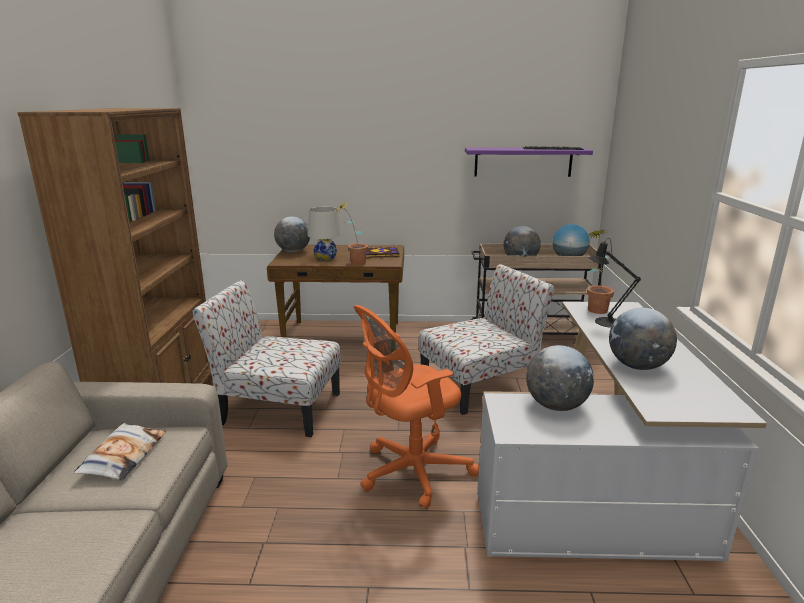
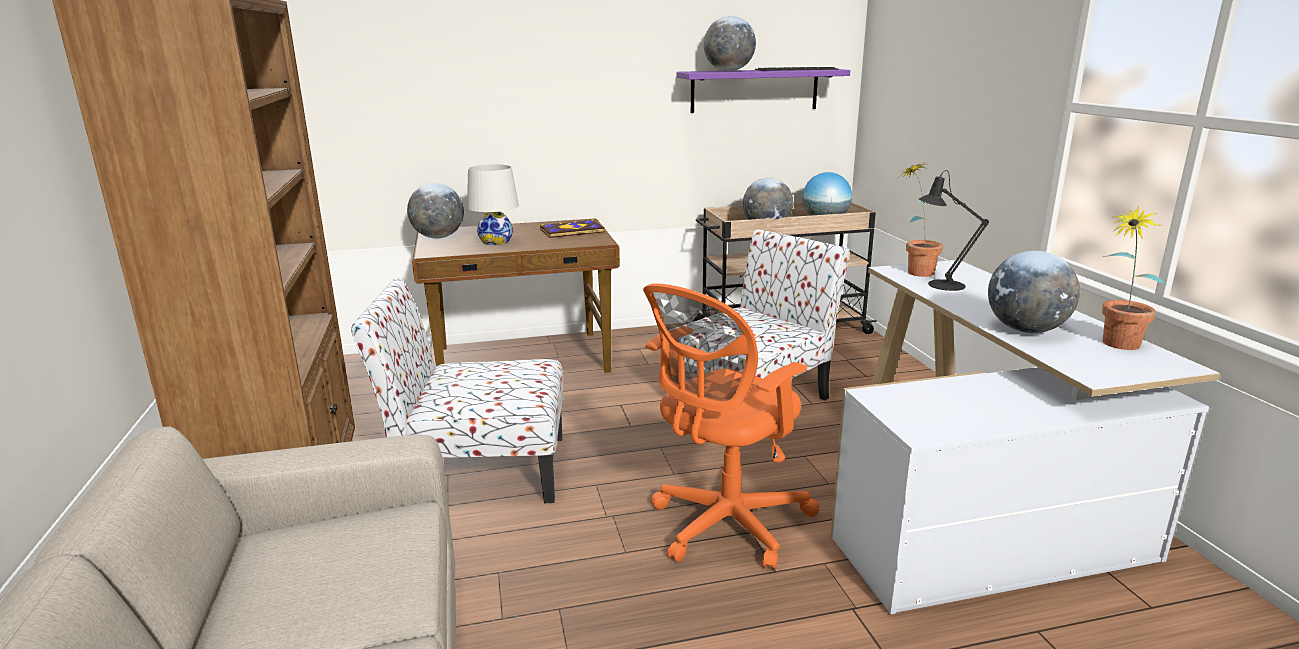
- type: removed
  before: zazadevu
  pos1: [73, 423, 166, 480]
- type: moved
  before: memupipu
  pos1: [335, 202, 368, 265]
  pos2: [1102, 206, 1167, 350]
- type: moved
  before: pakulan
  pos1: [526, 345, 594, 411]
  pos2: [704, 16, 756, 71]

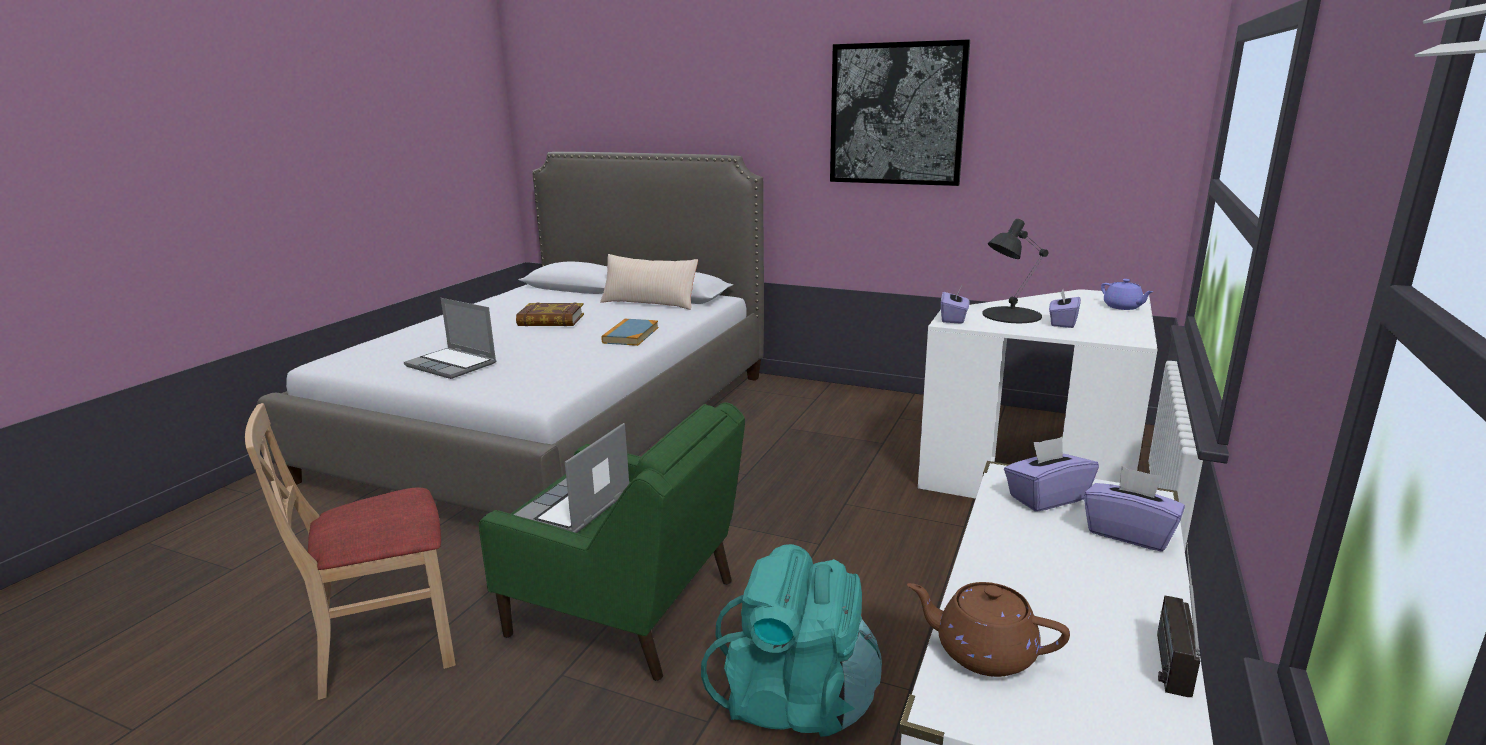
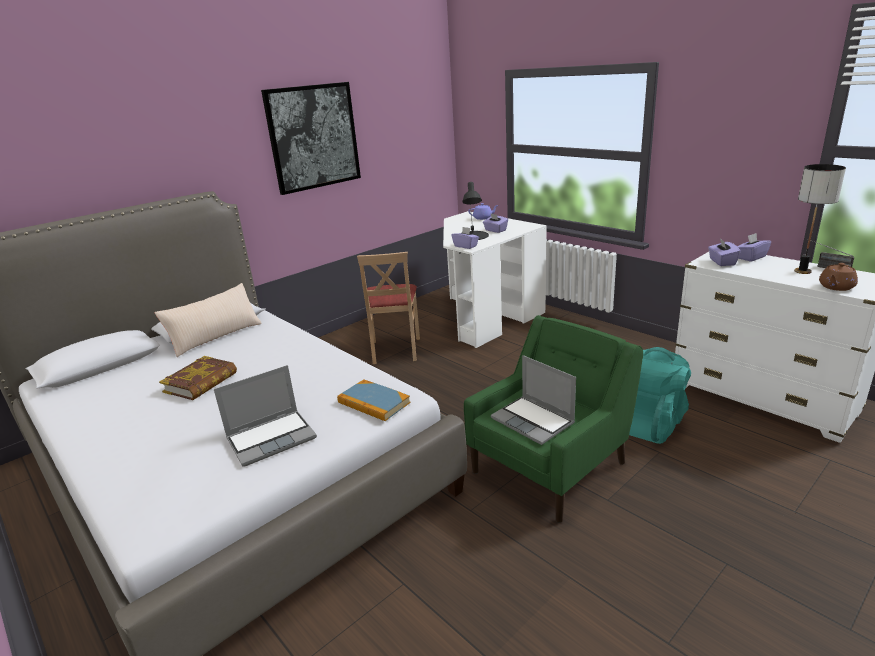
- type: added
  after: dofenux
  pos2: [794, 164, 846, 274]
- type: moved
  before: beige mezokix
  pos1: [245, 403, 456, 700]
  pos2: [357, 252, 420, 364]
- type: moved
  before: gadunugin
  pos1: [601, 319, 658, 346]
  pos2: [337, 380, 411, 421]

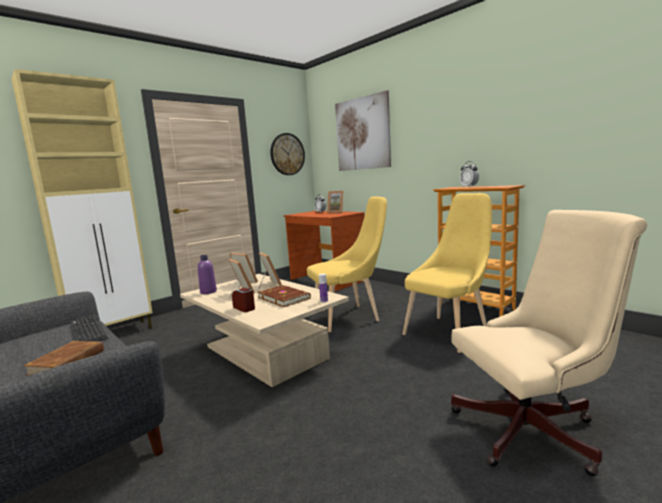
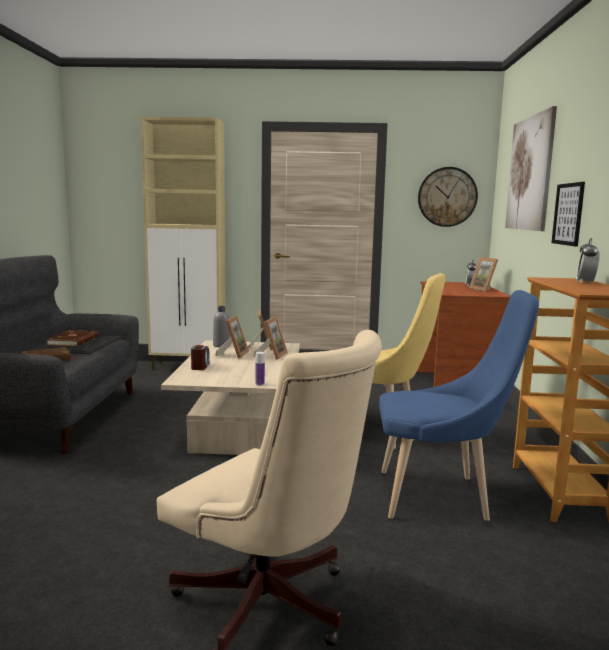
- type: added
  after: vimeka
  pos2: [551, 182, 585, 247]
- type: moved
  before: brown gadunugin
  pos1: [258, 285, 311, 307]
  pos2: [46, 330, 98, 347]
- type: recoloured
  before: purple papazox
  after: grey papazox
  pos1: [198, 255, 217, 294]
  pos2: [213, 306, 230, 347]
- type: recoloured
  before: yellow mezokix
  after: blue mezokix
  pos1: [402, 193, 492, 353]
  pos2: [379, 290, 539, 521]

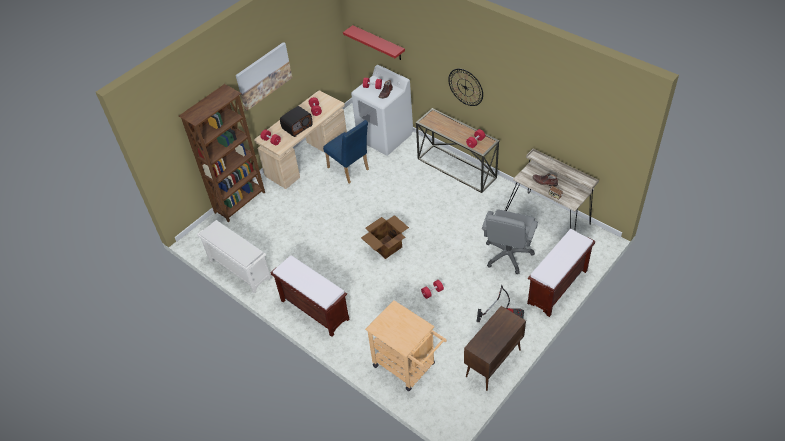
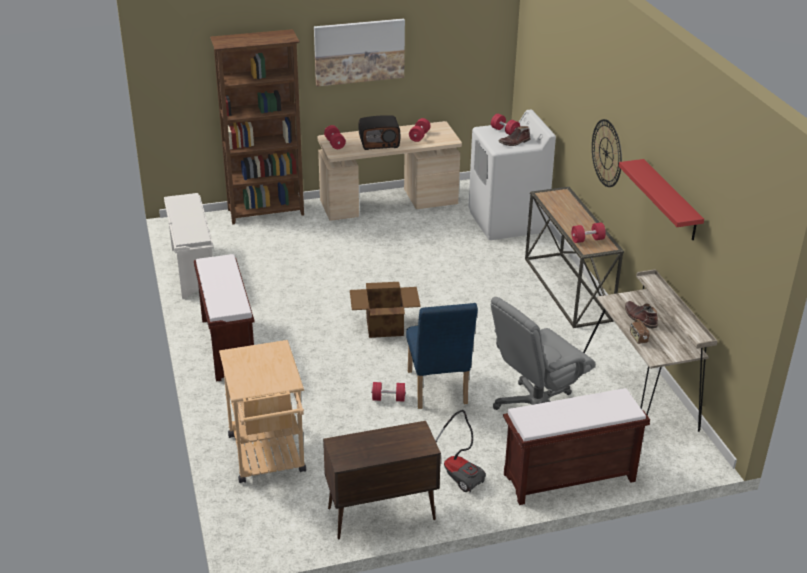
- type: moved
  before: blue mezokix
  pos1: [323, 120, 369, 183]
  pos2: [406, 303, 478, 409]
- type: moved
  before: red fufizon
  pos1: [343, 25, 405, 60]
  pos2: [619, 159, 704, 240]

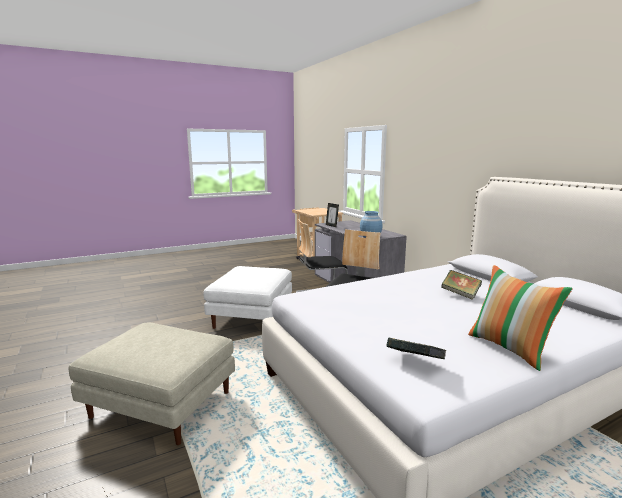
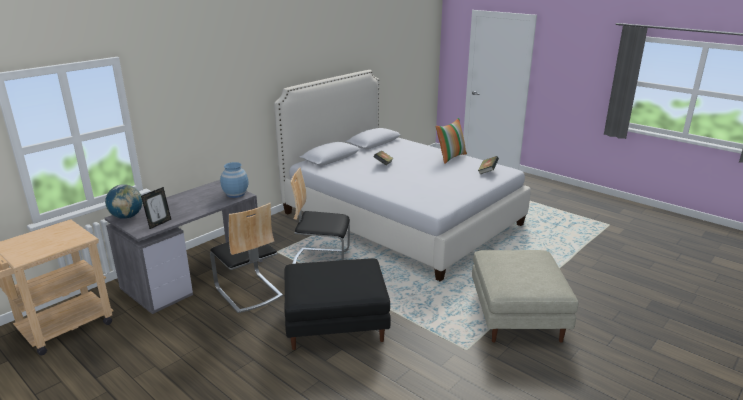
- type: added
  after: pakulan
  pos2: [105, 184, 143, 219]
- type: recoloured
  before: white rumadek
  after: black rumadek
  pos1: [203, 266, 292, 329]
  pos2: [284, 258, 391, 350]

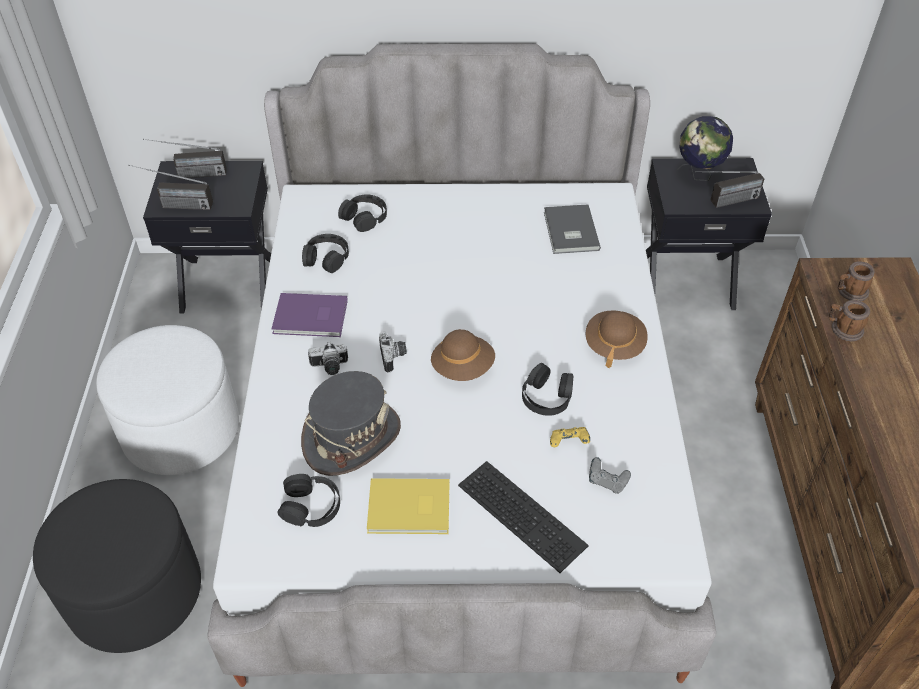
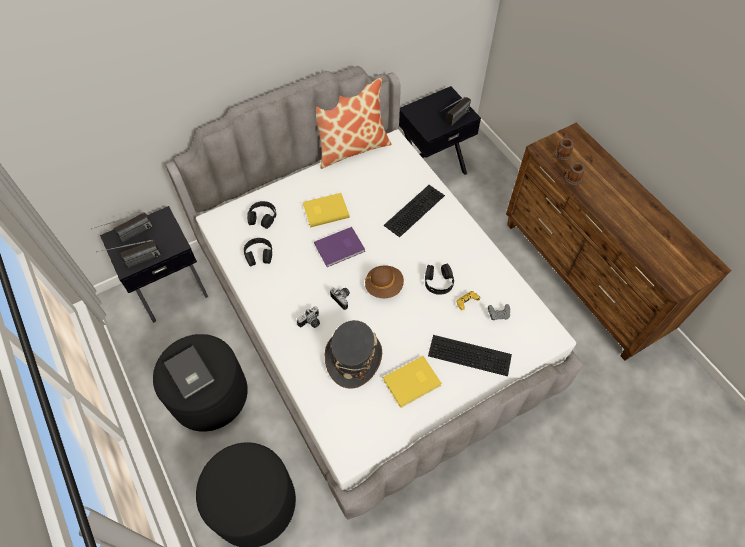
- type: removed
  before: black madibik
  pos1: [277, 474, 340, 527]
- type: removed
  before: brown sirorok
  pos1: [586, 310, 648, 368]
- type: removed
  before: pakulan
  pos1: [678, 116, 733, 181]
- type: added
  after: yellow gadunugin
  pos2: [303, 193, 350, 228]
- type: added
  after: zazadevu
  pos2: [316, 78, 391, 169]
- type: added
  after: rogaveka
  pos2: [384, 185, 445, 237]
- type: moved
  before: purple gadunugin
  pos1: [272, 293, 348, 337]
  pos2: [314, 227, 365, 267]
- type: moved
  before: grey gadunugin
  pos1: [544, 204, 601, 254]
  pos2: [164, 346, 215, 399]
- type: recoloured
  before: white rumadek
  after: black rumadek
  pos1: [96, 325, 239, 475]
  pos2: [153, 334, 248, 432]

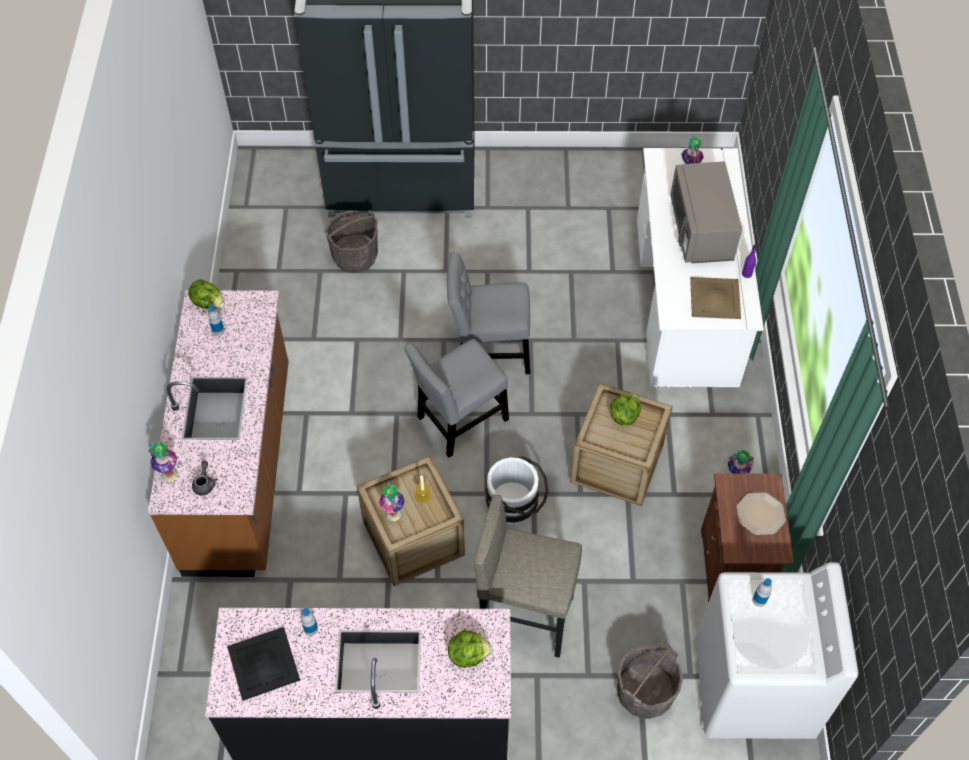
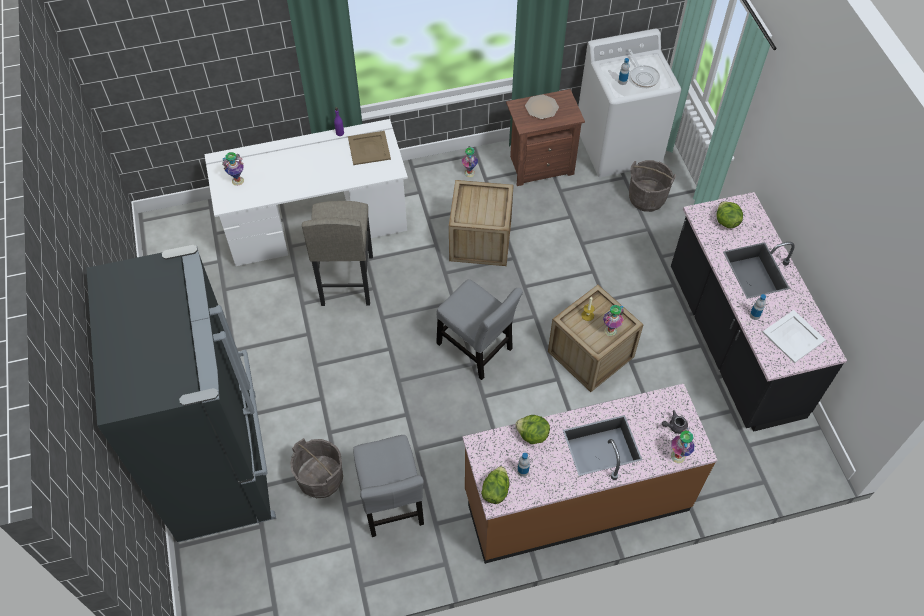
- type: removed
  before: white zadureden
  pos1: [486, 456, 549, 525]
- type: removed
  before: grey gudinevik
  pos1: [670, 161, 742, 263]
- type: added
  after: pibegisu
  pos2: [628, 49, 660, 87]
- type: moved
  before: grey mezokix
  pos1: [446, 252, 530, 374]
  pos2: [353, 435, 424, 537]
- type: moved
  before: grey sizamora
  pos1: [474, 494, 582, 657]
  pos2: [302, 201, 373, 306]
- type: moved
  before: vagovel
  pos1: [610, 394, 641, 426]
  pos2: [515, 415, 550, 444]
- type: recoloured
  before: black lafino
  after: white lafino
  pos1: [227, 627, 300, 701]
  pos2: [762, 310, 826, 363]

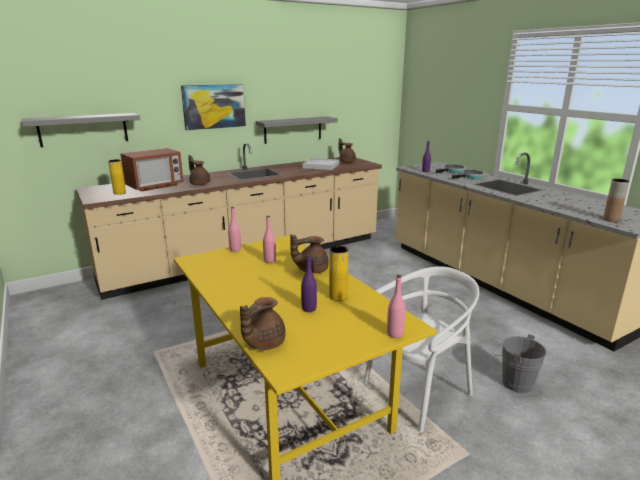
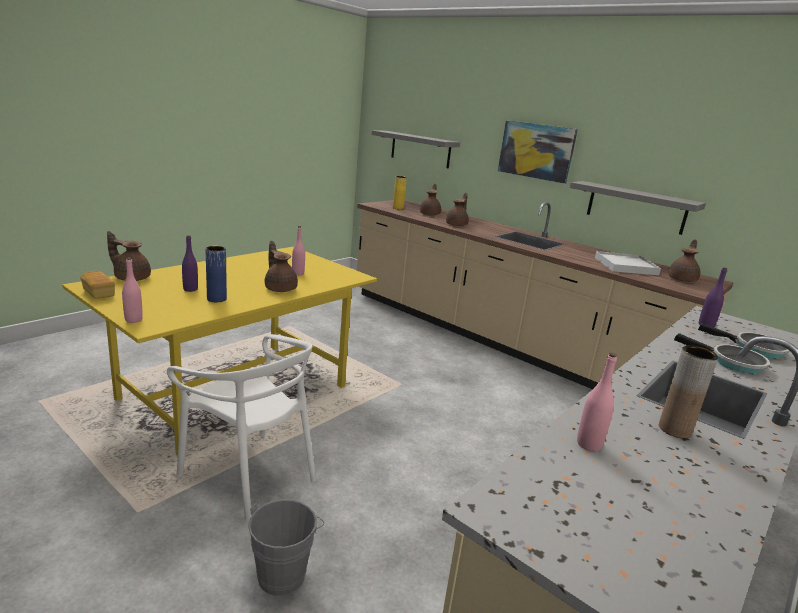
- type: added
  after: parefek
  pos2: [80, 271, 115, 299]
- type: moved
  before: pink papazox
  pos1: [228, 207, 241, 252]
  pos2: [577, 353, 617, 451]
- type: moved
  before: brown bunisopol
  pos1: [603, 179, 629, 222]
  pos2: [659, 345, 718, 438]
- type: replaced
  before: gudinevik
  after: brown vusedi
  pos1: [120, 148, 184, 192]
  pos2: [420, 184, 441, 215]
- type: recoloured
  before: yellow bunisopol
  after: blue bunisopol
  pos1: [329, 246, 349, 301]
  pos2: [205, 246, 227, 302]

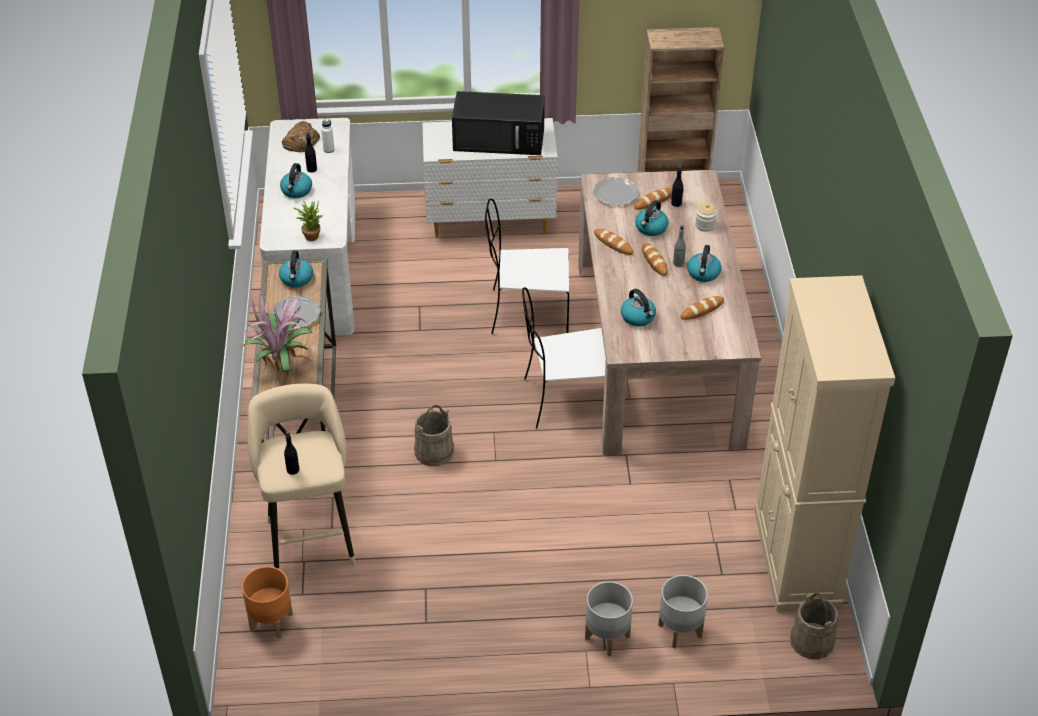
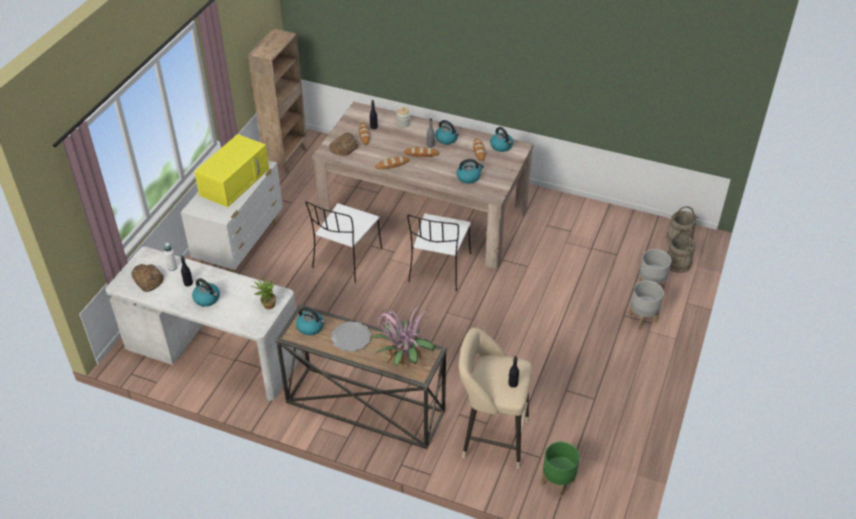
- type: removed
  before: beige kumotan
  pos1: [754, 275, 895, 612]
- type: moved
  before: beige zadureden
  pos1: [414, 405, 454, 466]
  pos2: [667, 229, 695, 273]
- type: moved
  before: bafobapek
  pos1: [635, 200, 669, 236]
  pos2: [490, 127, 513, 152]
- type: replaced
  before: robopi
  after: parefek
  pos1: [593, 177, 639, 206]
  pos2: [329, 133, 358, 156]
- type: recoloured
  before: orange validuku
  after: green validuku
  pos1: [242, 566, 293, 639]
  pos2: [541, 442, 580, 497]
- type: recoloured
  before: black gudinevik
  after: yellow gudinevik
  pos1: [452, 91, 545, 155]
  pos2: [194, 134, 269, 207]

